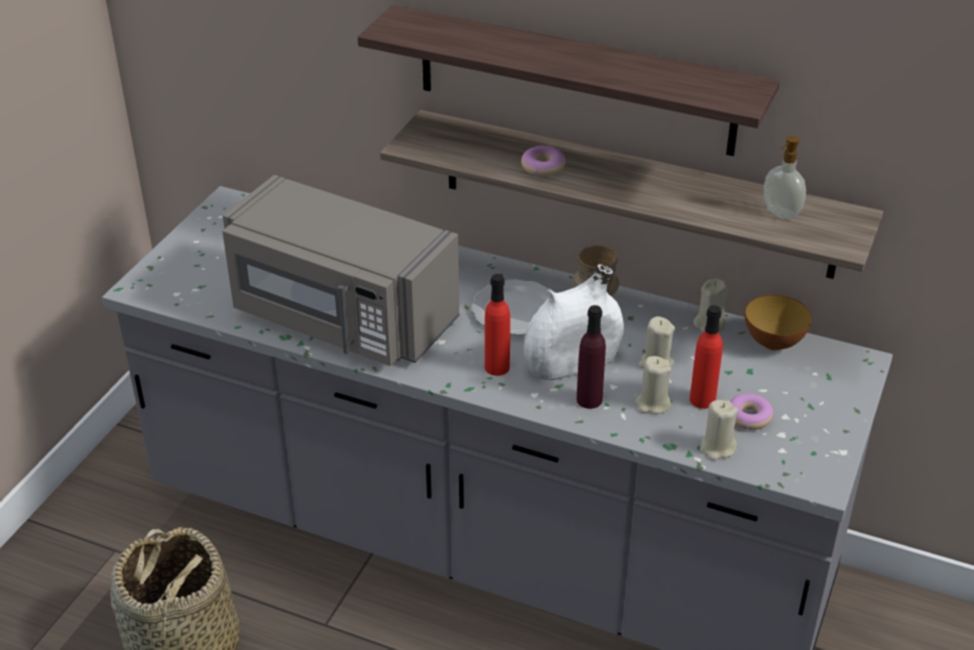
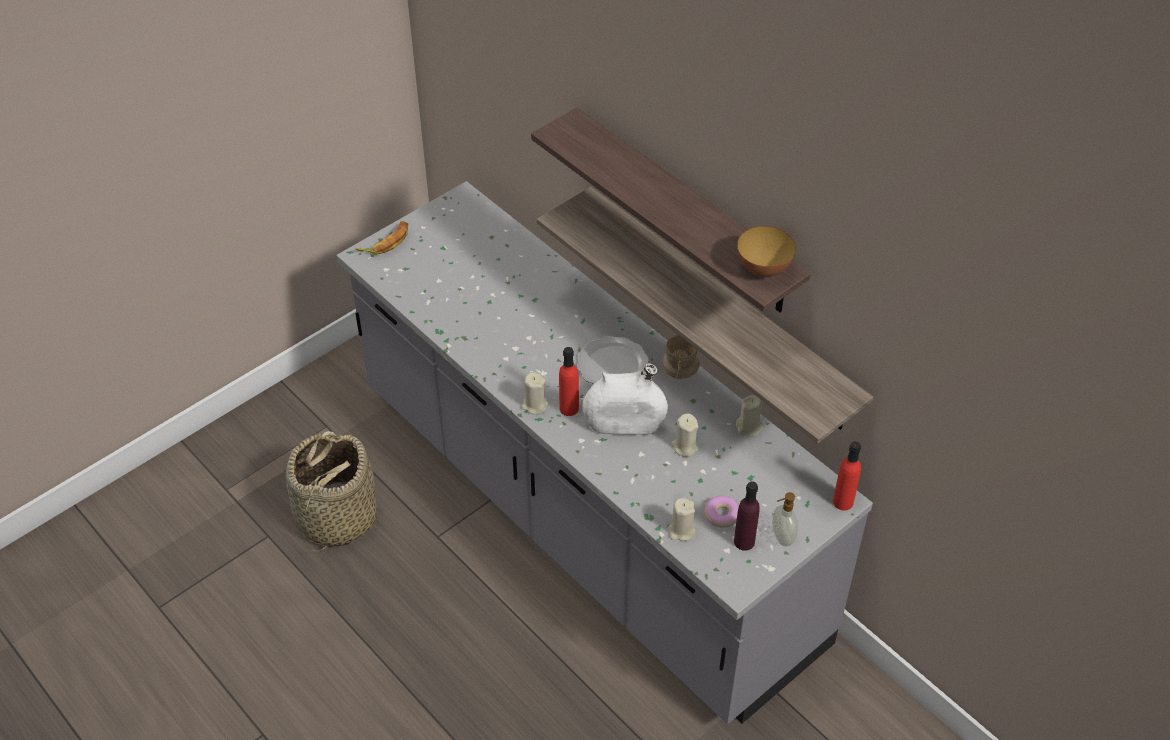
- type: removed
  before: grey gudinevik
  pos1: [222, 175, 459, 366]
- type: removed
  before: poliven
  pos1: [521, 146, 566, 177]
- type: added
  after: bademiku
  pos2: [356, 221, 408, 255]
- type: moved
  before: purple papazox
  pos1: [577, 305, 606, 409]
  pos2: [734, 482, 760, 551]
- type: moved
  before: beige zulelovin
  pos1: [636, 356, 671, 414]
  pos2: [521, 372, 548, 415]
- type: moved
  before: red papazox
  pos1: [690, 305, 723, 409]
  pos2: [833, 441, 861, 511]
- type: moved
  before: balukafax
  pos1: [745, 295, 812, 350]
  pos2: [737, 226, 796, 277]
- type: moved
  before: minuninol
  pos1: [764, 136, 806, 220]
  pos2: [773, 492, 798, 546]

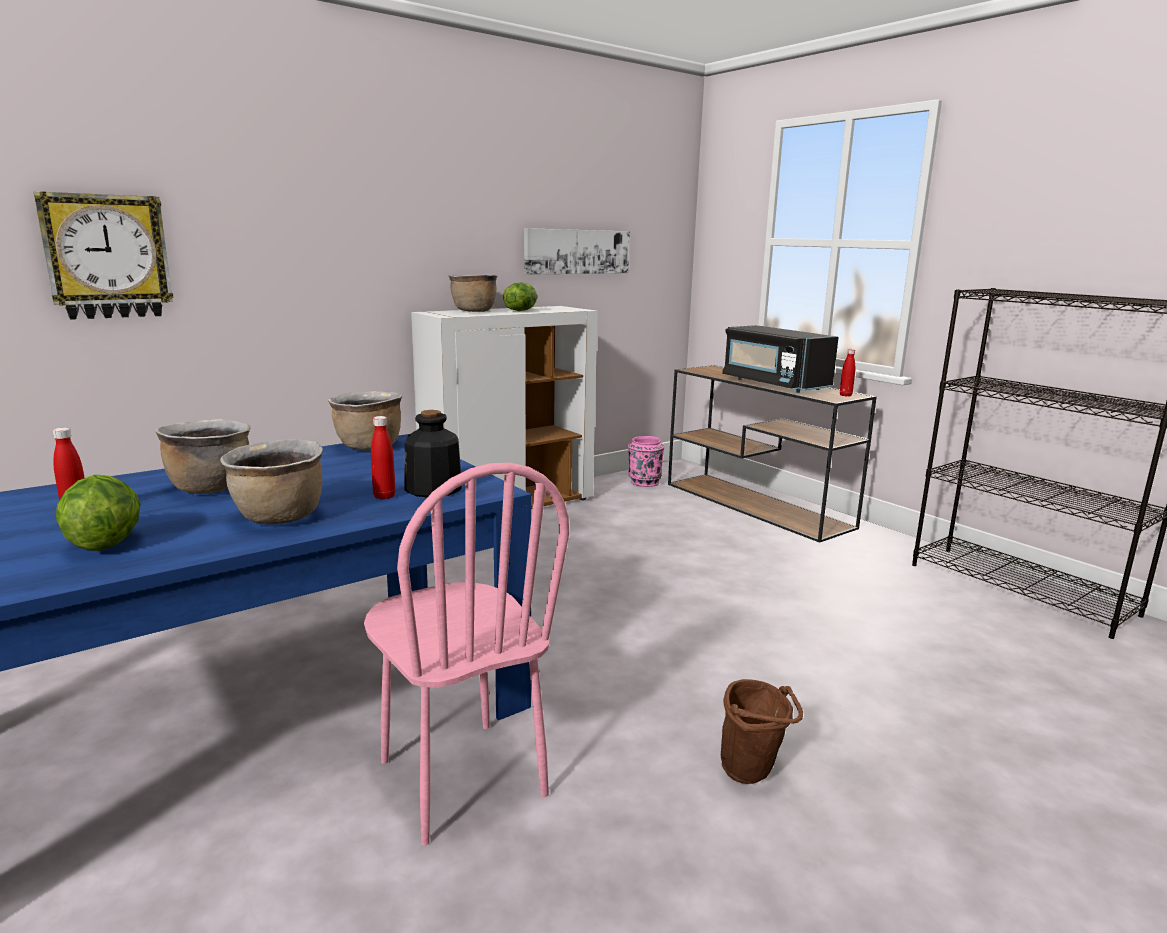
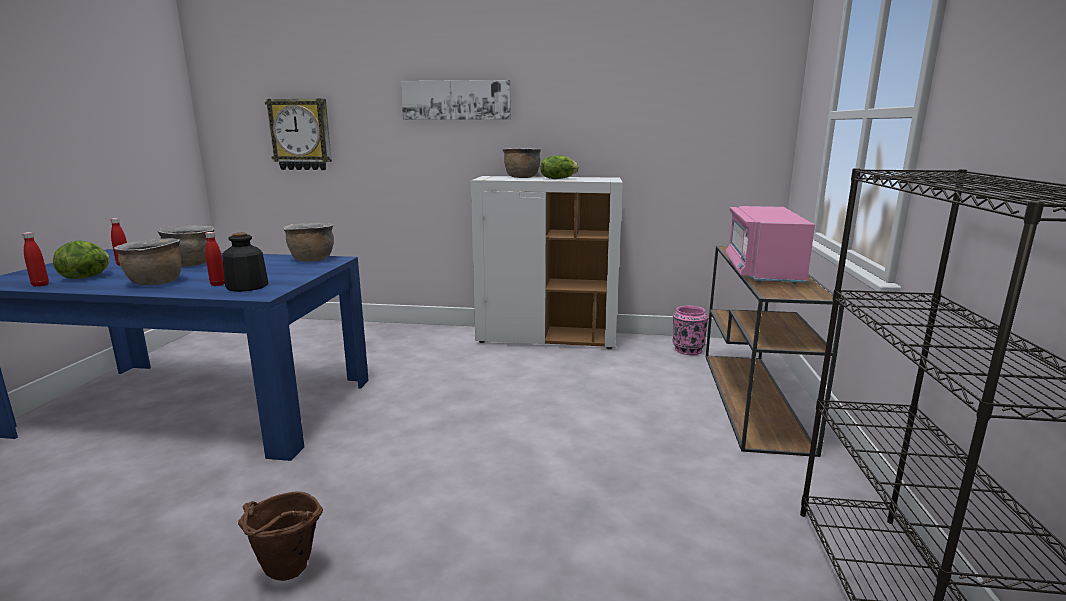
- type: removed
  before: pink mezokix
  pos1: [364, 463, 569, 845]
- type: moved
  before: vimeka
  pos1: [524, 228, 630, 275]
  pos2: [401, 80, 511, 120]
- type: moved
  before: red papazox
  pos1: [840, 349, 855, 397]
  pos2: [22, 232, 49, 287]
- type: recoloured
  before: black gudinevik
  after: pink gudinevik
  pos1: [722, 325, 839, 393]
  pos2: [726, 206, 815, 284]

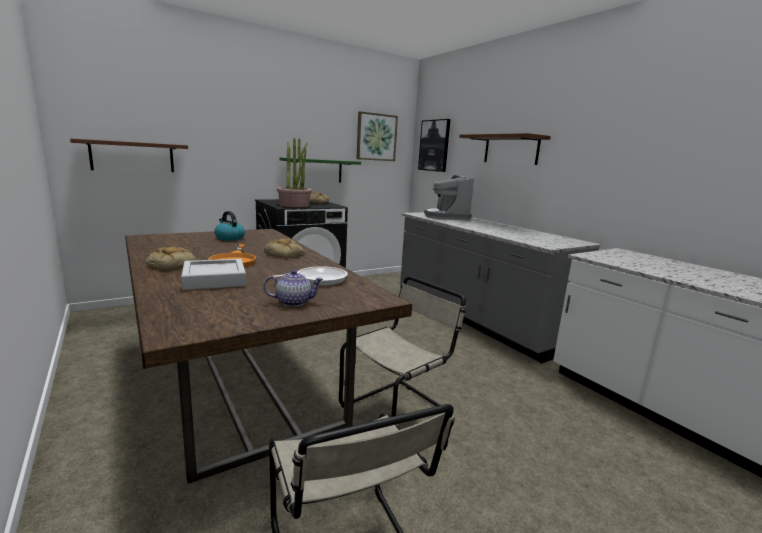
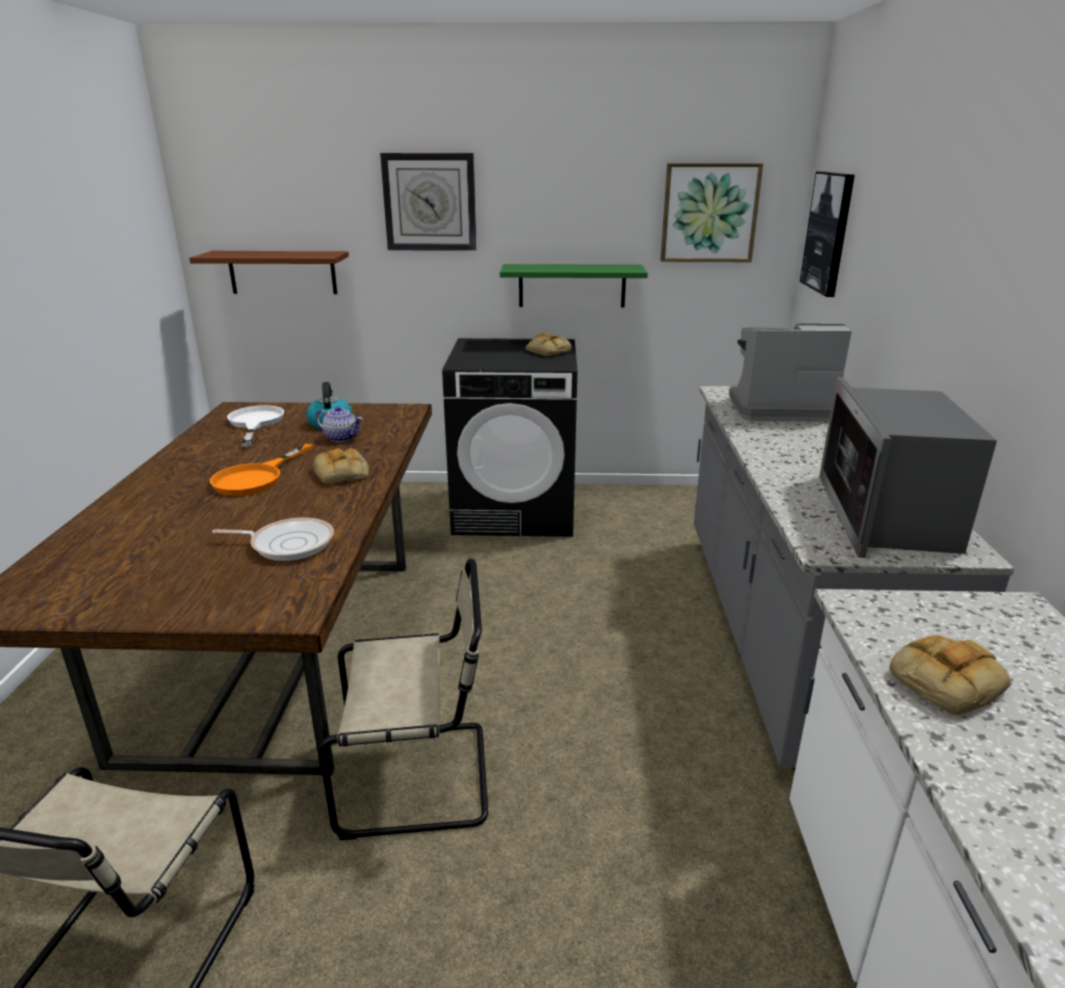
- type: removed
  before: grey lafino
  pos1: [181, 259, 246, 290]
- type: removed
  before: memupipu
  pos1: [277, 138, 312, 207]
- type: removed
  before: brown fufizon
  pos1: [459, 133, 551, 165]
- type: added
  after: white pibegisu
  pos2: [227, 405, 284, 446]
- type: added
  after: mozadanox
  pos2: [380, 153, 476, 251]
- type: added
  after: gudinevik
  pos2: [819, 377, 997, 558]
- type: moved
  before: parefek
  pos1: [146, 247, 196, 270]
  pos2: [889, 635, 1011, 716]
- type: moved
  before: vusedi
  pos1: [263, 270, 323, 307]
  pos2: [316, 406, 363, 442]
- type: turned
  before: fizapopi
  pos1: [424, 175, 474, 221]
  pos2: [729, 324, 852, 422]
  turn: 60

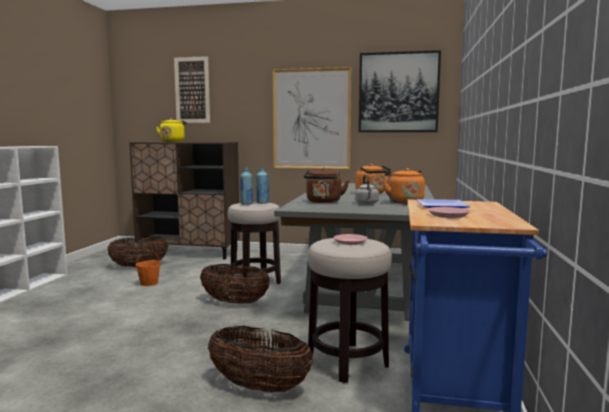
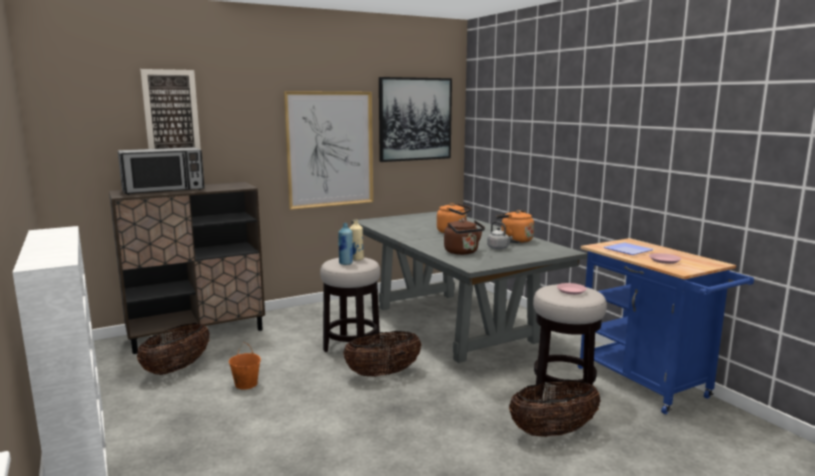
- type: replaced
  before: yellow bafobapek
  after: gudinevik
  pos1: [156, 118, 188, 142]
  pos2: [118, 147, 205, 195]
- type: recoloured
  before: blue papazox
  after: beige papazox
  pos1: [256, 167, 269, 204]
  pos2: [349, 220, 364, 261]

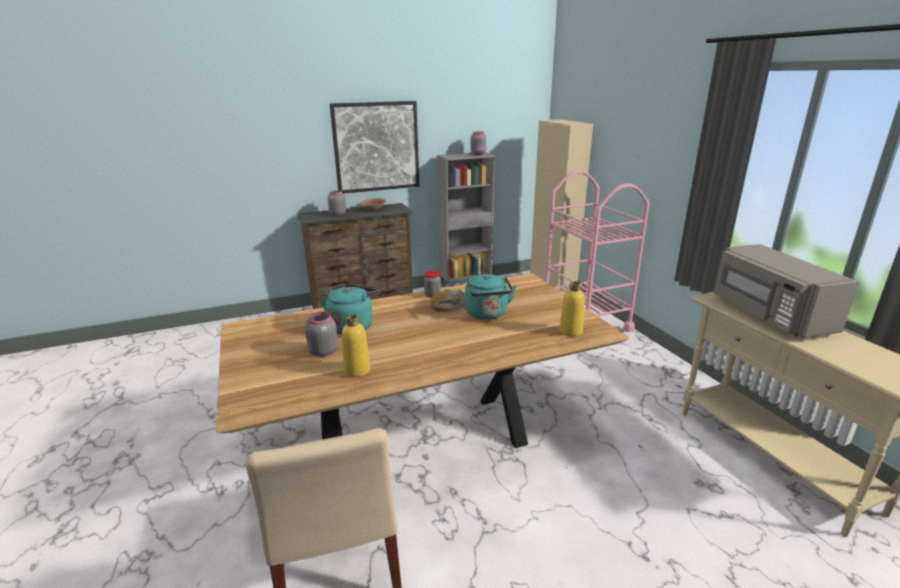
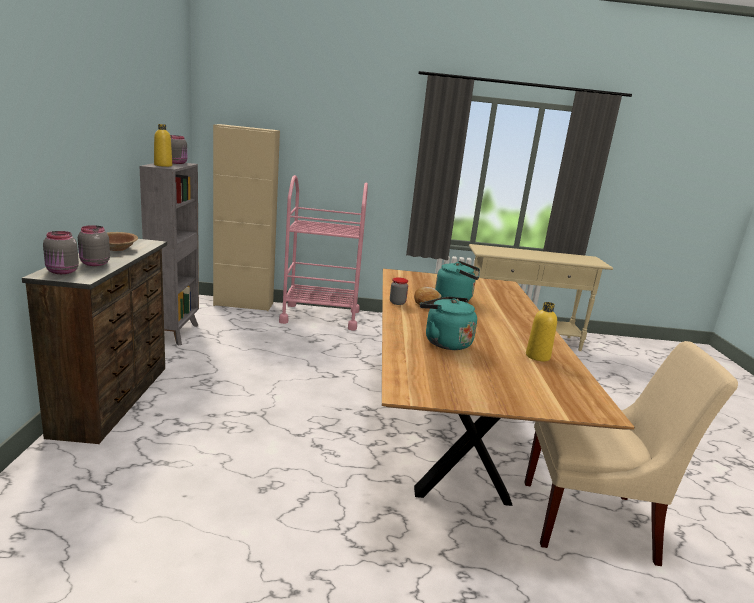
- type: removed
  before: vimeka
  pos1: [330, 101, 419, 194]
- type: removed
  before: grey gudinevik
  pos1: [714, 244, 859, 338]
- type: moved
  before: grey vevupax
  pos1: [305, 312, 338, 357]
  pos2: [43, 231, 79, 274]
- type: moved
  before: yellow papazox
  pos1: [560, 281, 585, 337]
  pos2: [154, 124, 172, 167]

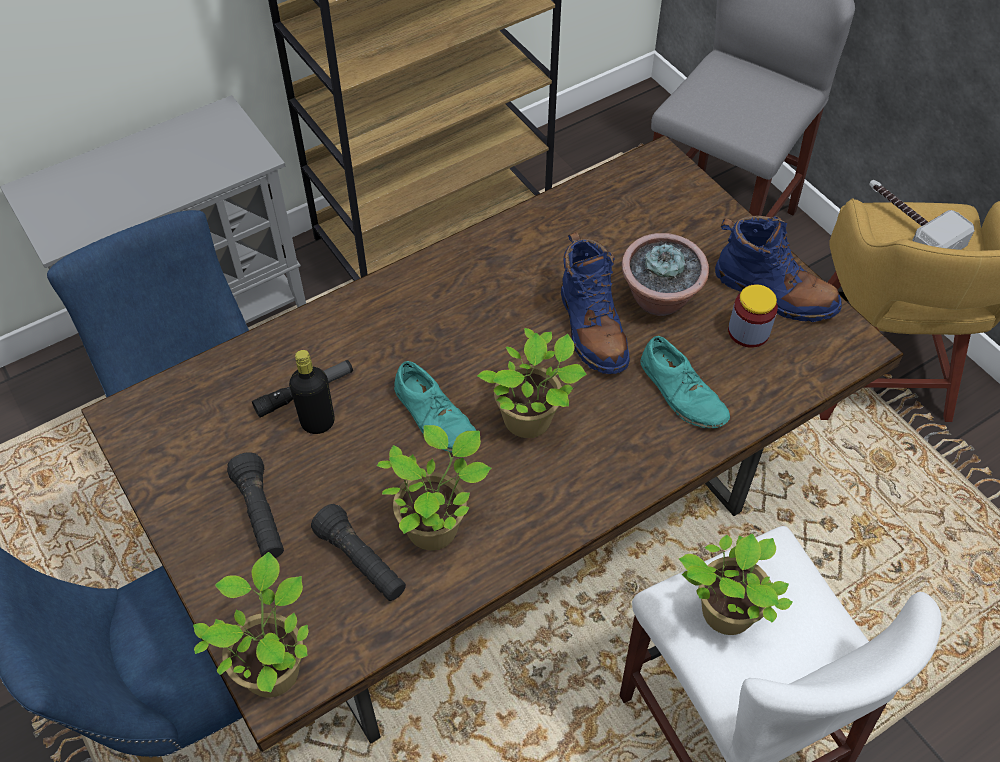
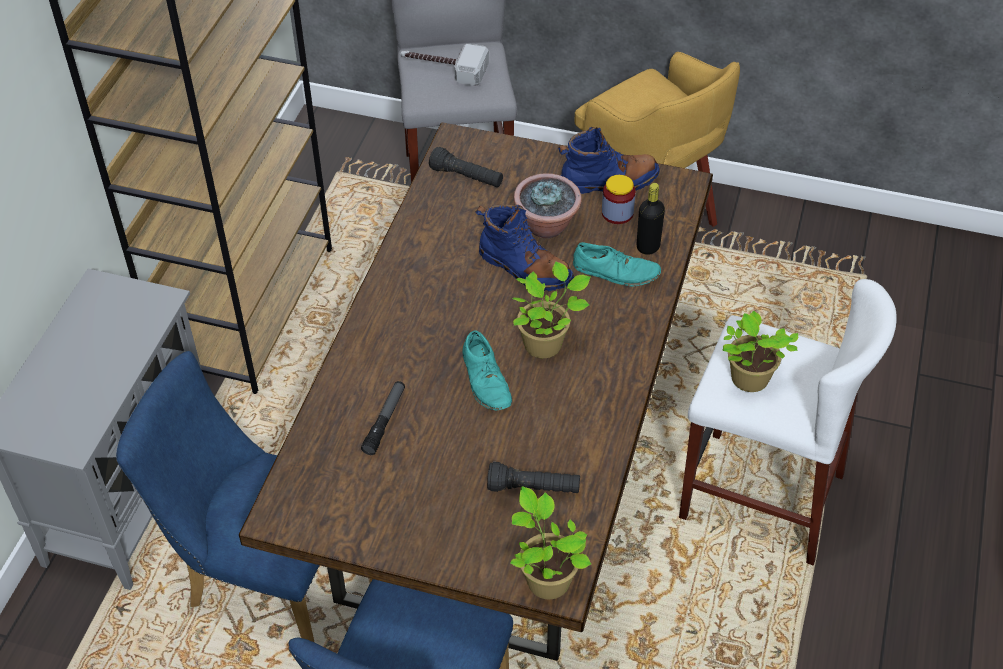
- type: removed
  before: memupipu
  pos1: [377, 425, 491, 550]
- type: moved
  before: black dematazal
  pos1: [227, 452, 284, 558]
  pos2: [429, 147, 503, 188]
- type: moved
  before: black papazox
  pos1: [289, 350, 335, 434]
  pos2: [637, 183, 665, 255]
- type: moved
  before: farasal
  pos1: [869, 180, 974, 250]
  pos2: [401, 44, 489, 86]
- type: turned
  before: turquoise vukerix
  pos1: [394, 361, 477, 452]
  pos2: [463, 330, 513, 411]
  turn: 60

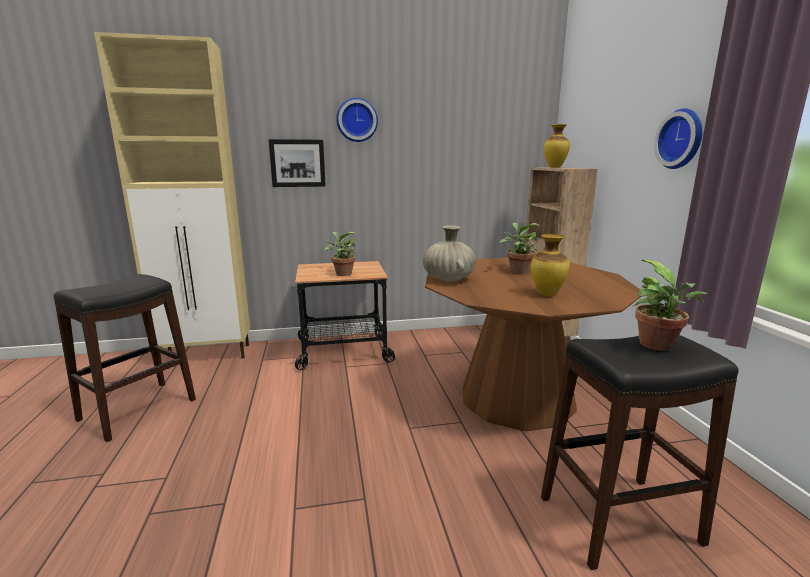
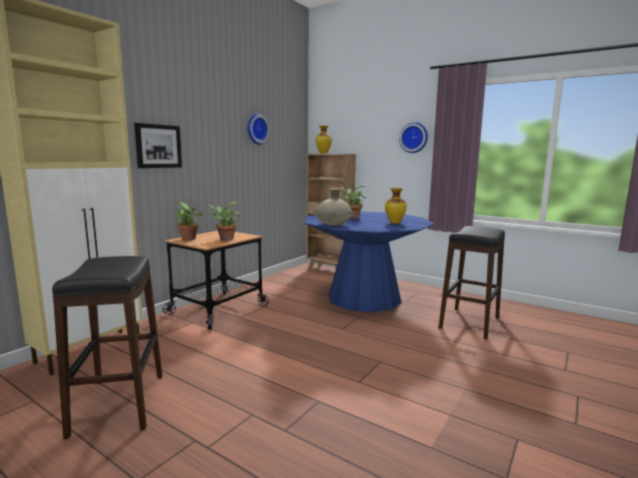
- type: moved
  before: mozadanox
  pos1: [336, 98, 378, 142]
  pos2: [248, 114, 270, 145]
- type: moved
  before: memupipu
  pos1: [632, 259, 708, 351]
  pos2: [176, 202, 203, 240]
- type: recoloured
  before: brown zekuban
  after: blue zekuban
  pos1: [425, 258, 640, 431]
  pos2: [305, 211, 435, 313]

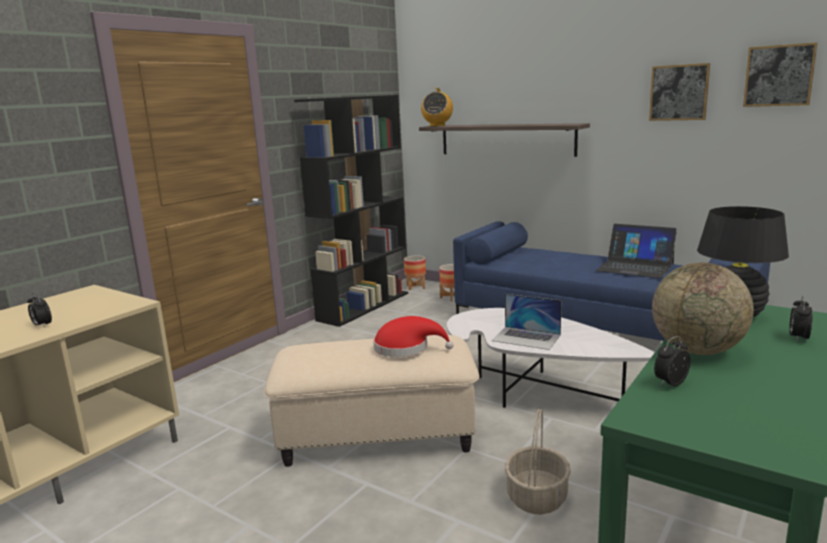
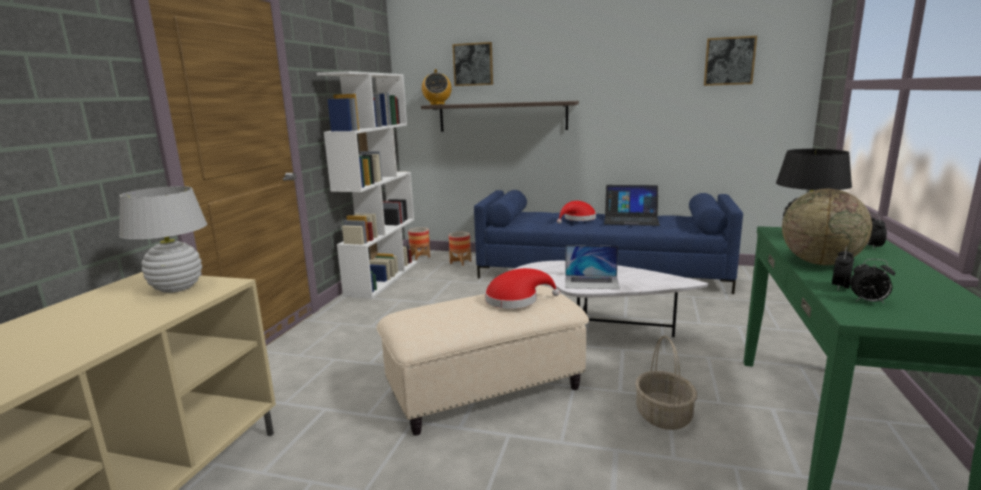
- type: added
  after: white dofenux
  pos2: [119, 186, 207, 293]
- type: added
  after: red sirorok
  pos2: [557, 201, 596, 224]
- type: moved
  before: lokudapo
  pos1: [27, 293, 52, 328]
  pos2: [850, 259, 895, 304]
- type: moved
  before: vimeka
  pos1: [649, 63, 710, 121]
  pos2: [452, 42, 493, 86]
- type: recoloured
  before: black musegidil
  after: white musegidil
  pos1: [294, 95, 408, 327]
  pos2: [317, 71, 417, 299]

